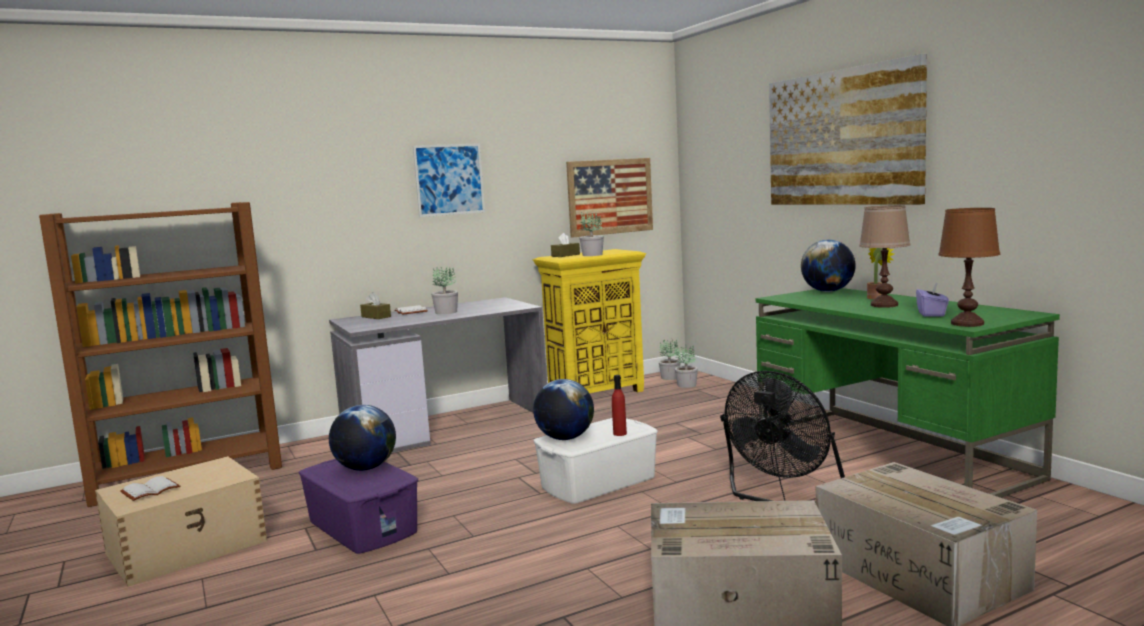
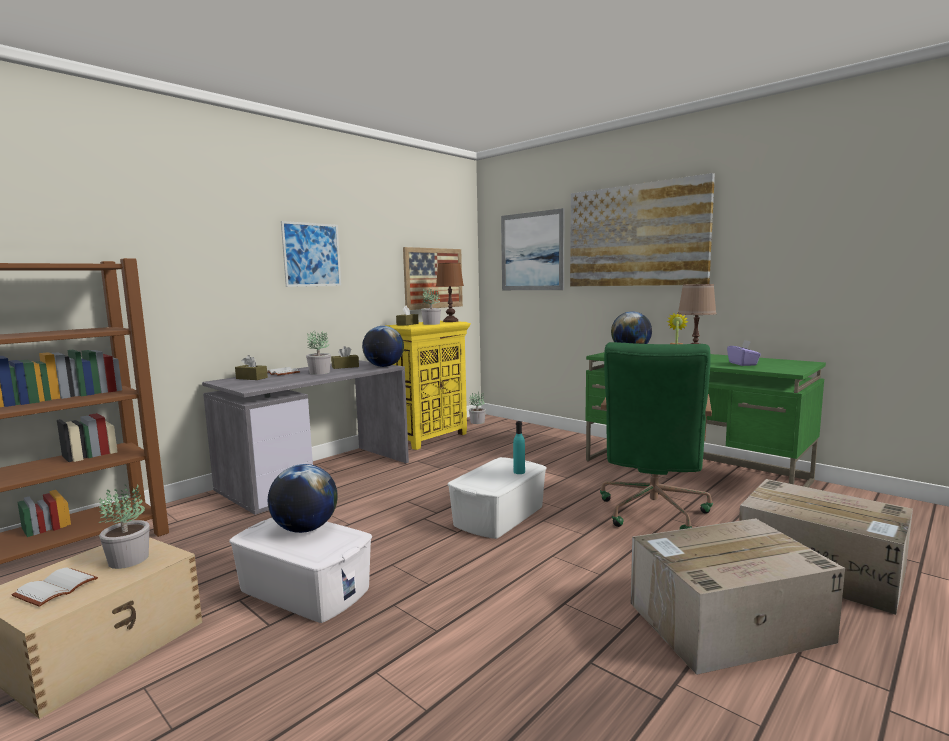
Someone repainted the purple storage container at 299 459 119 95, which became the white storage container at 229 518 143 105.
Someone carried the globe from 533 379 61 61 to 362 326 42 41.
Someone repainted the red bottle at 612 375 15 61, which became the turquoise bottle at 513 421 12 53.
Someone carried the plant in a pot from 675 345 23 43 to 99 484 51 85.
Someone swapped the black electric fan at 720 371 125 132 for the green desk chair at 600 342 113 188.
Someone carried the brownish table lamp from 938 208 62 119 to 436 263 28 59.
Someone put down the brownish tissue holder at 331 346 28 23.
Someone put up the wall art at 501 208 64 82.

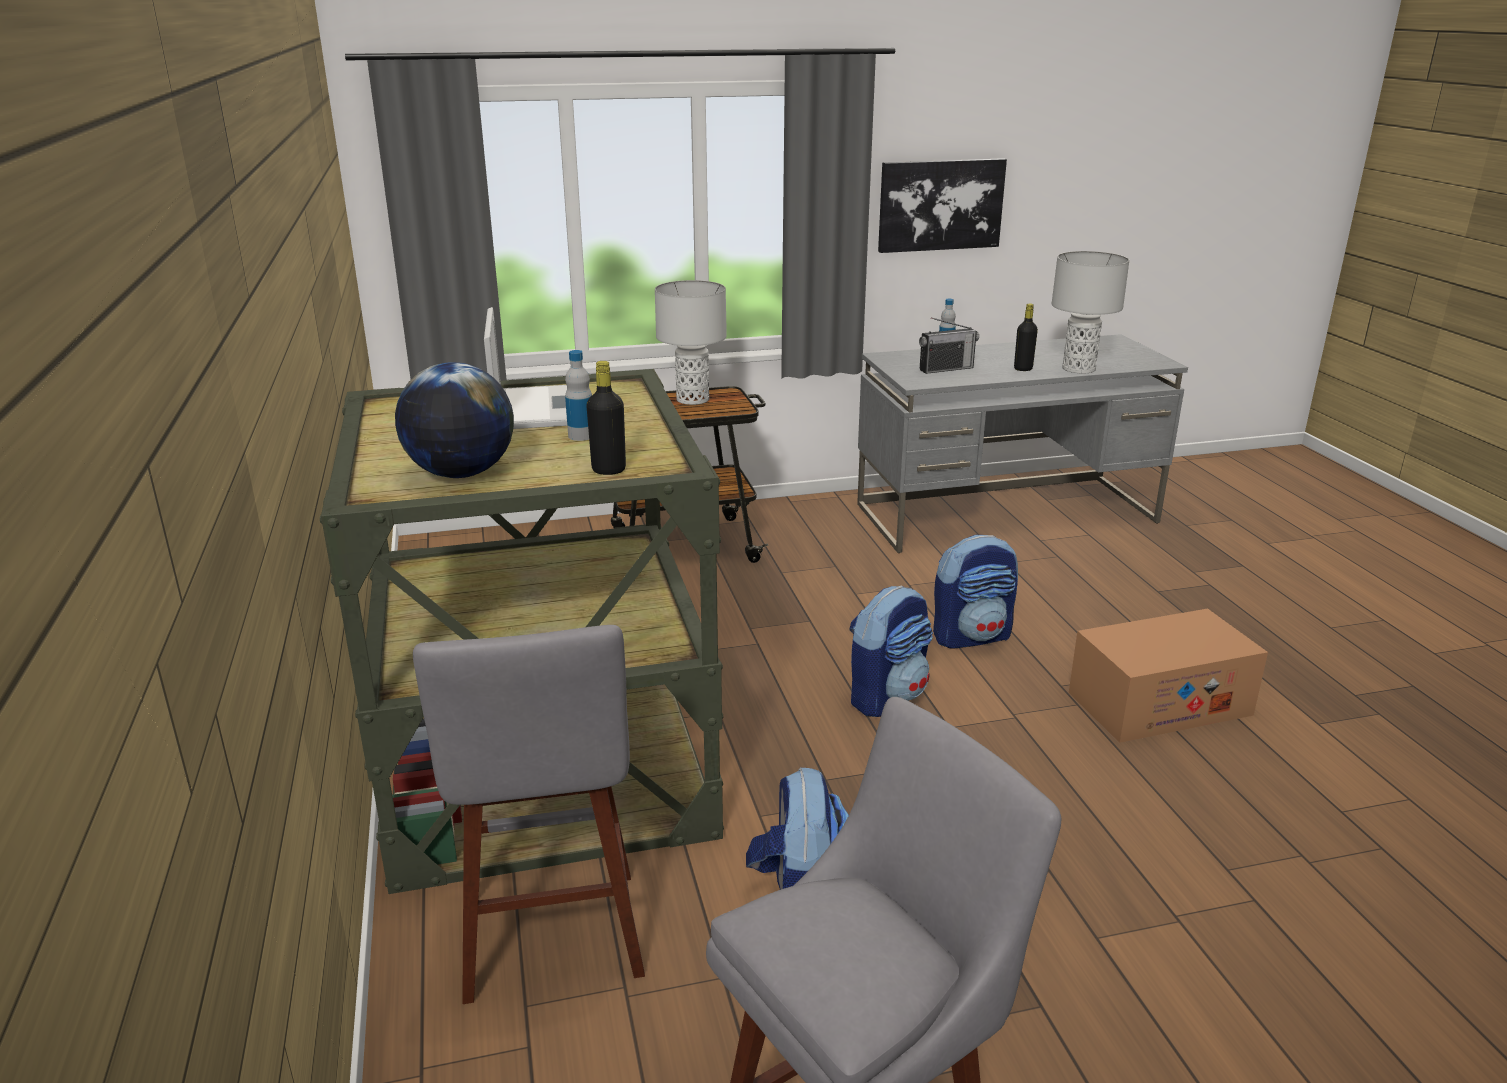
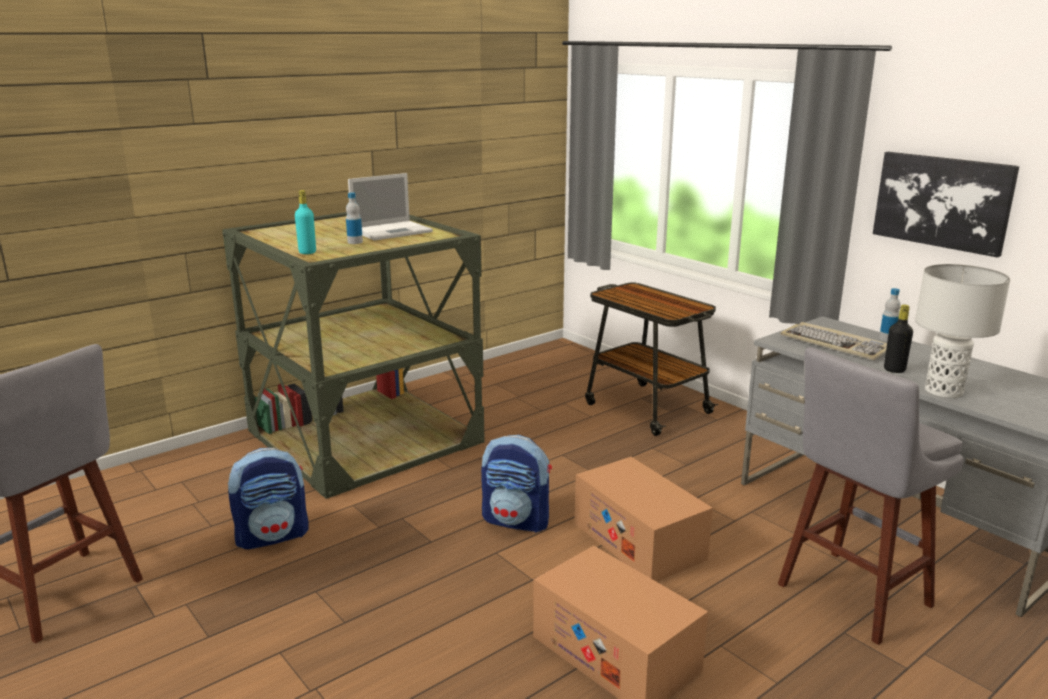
Someone took away the globe at 395 362 119 116.
Someone carried the greyish stool seat from 413 625 232 379 to 778 347 186 298.
Someone repainted the black bottle at 586 361 40 114, which became the turquoise bottle at 295 190 21 64.
Someone took away the white table lamp at 655 280 72 125.
Someone swapped the radio set at 919 317 60 57 for the keyboard at 780 322 107 38.
Someone swapped the rucksack at 933 535 85 114 for the cardboard box at 575 457 138 125.

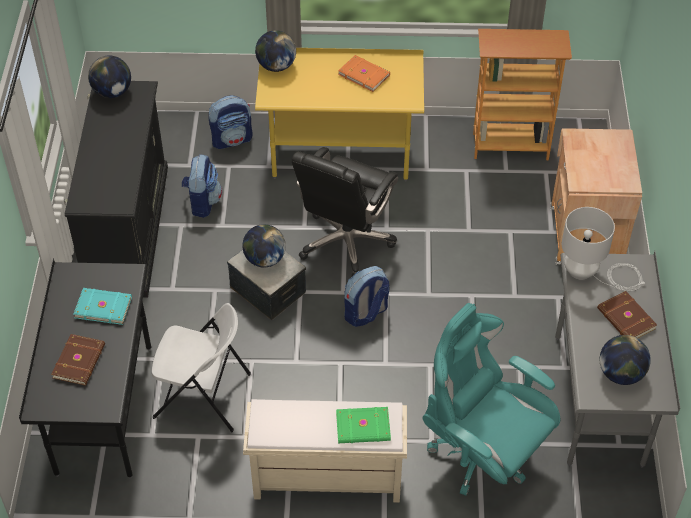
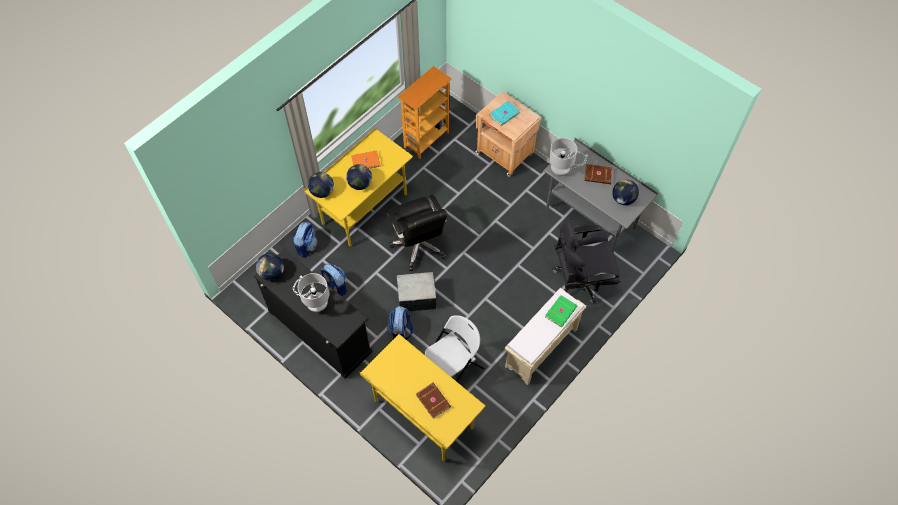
Someone repainted the black desk table at 19 258 132 220, which became the yellow desk table at 359 334 127 127.
Someone carried the turquoise book from 74 288 58 37 to 489 101 31 25.
Someone carried the globe from 242 224 44 44 to 346 164 26 26.
Someone carried the rucksack from 344 266 46 61 to 387 306 26 34.
Someone repainted the turquoise desk chair at 423 303 137 193, which became the black desk chair at 552 218 68 86.
Someone put down the greyish table lamp at 293 273 36 39.

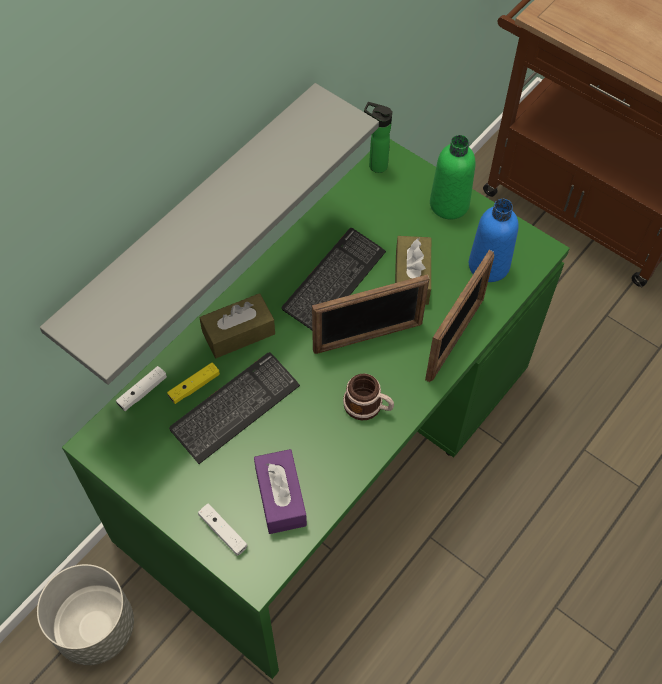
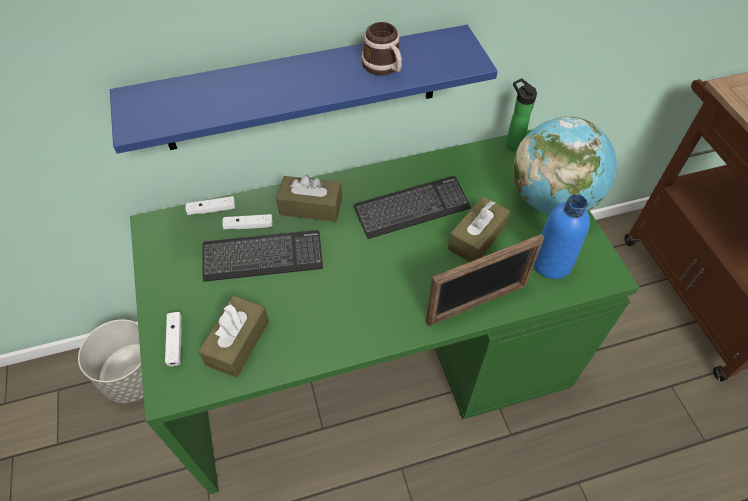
Someone repainted the greyish shelf at 40 83 339 302, which became the blue shelf at 110 25 388 129.
Someone repainted the yellow gamepad at 167 363 53 41, which became the white gamepad at 222 214 51 15.
Someone repainted the purple tissue holder at 254 449 53 85, which became the brownish tissue holder at 199 296 70 82.
Someone took away the standing frame at 312 274 117 80.
Someone carried the coffee mug from 343 373 51 47 to 362 22 40 54.
Someone swapped the green bottle at 430 135 46 84 for the globe at 513 117 104 98.

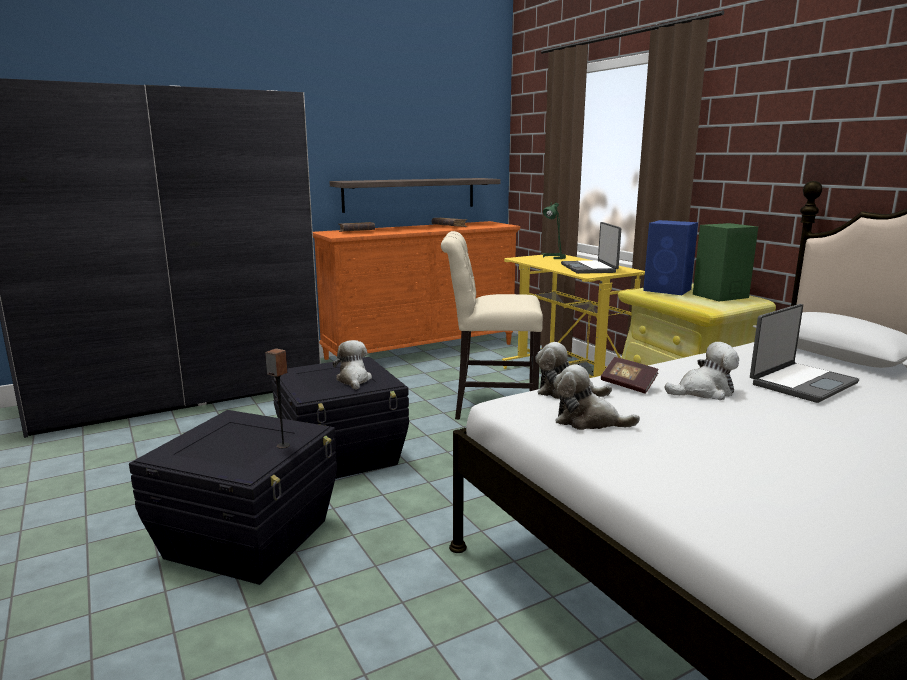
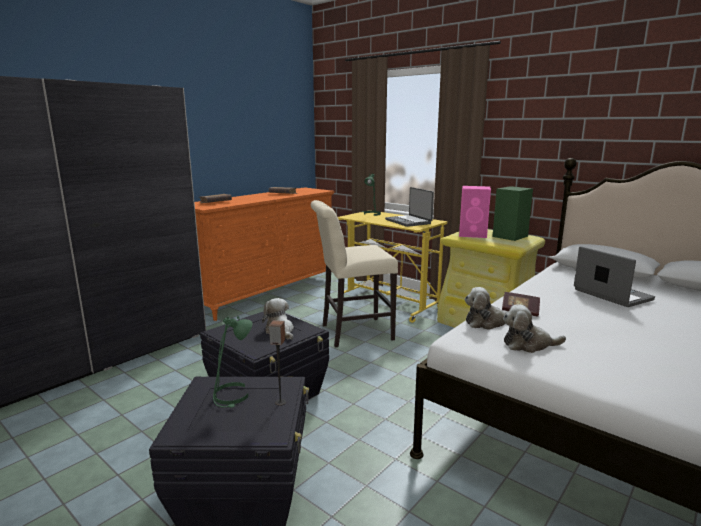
Someone took away the shelf at 329 178 172 35.
Someone repainted the blue audio speaker at 643 220 55 75, which became the pinkish audio speaker at 459 186 32 52.
Someone took away the soft toy at 664 342 75 58.
Someone rotated the portable computer at 750 304 109 99 by 60 degrees counterclockwise.
Someone put down the green table lamp at 213 316 40 92.

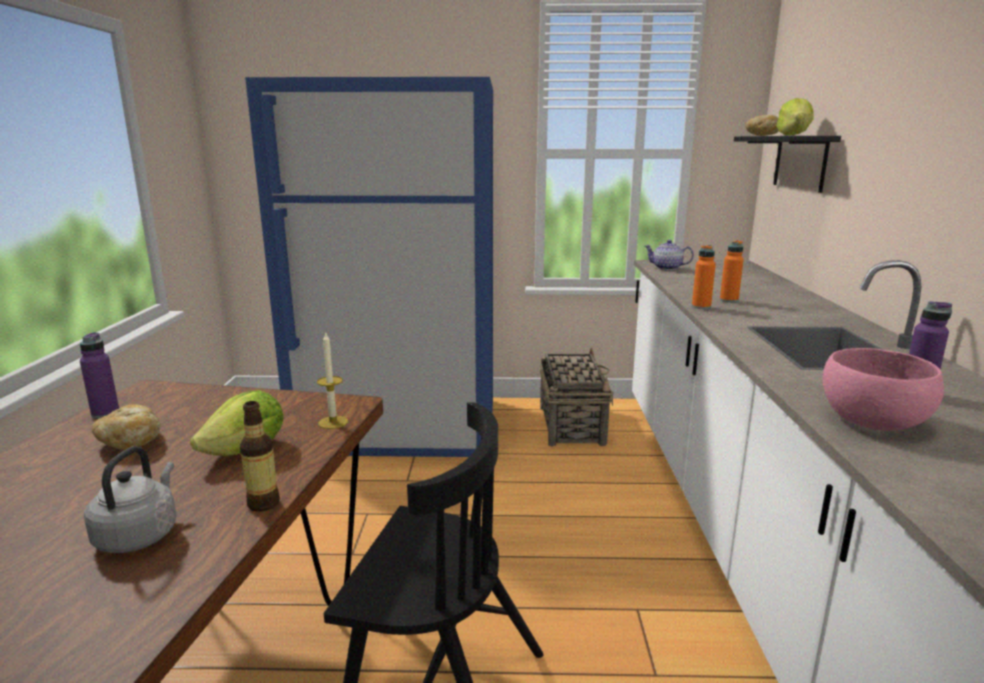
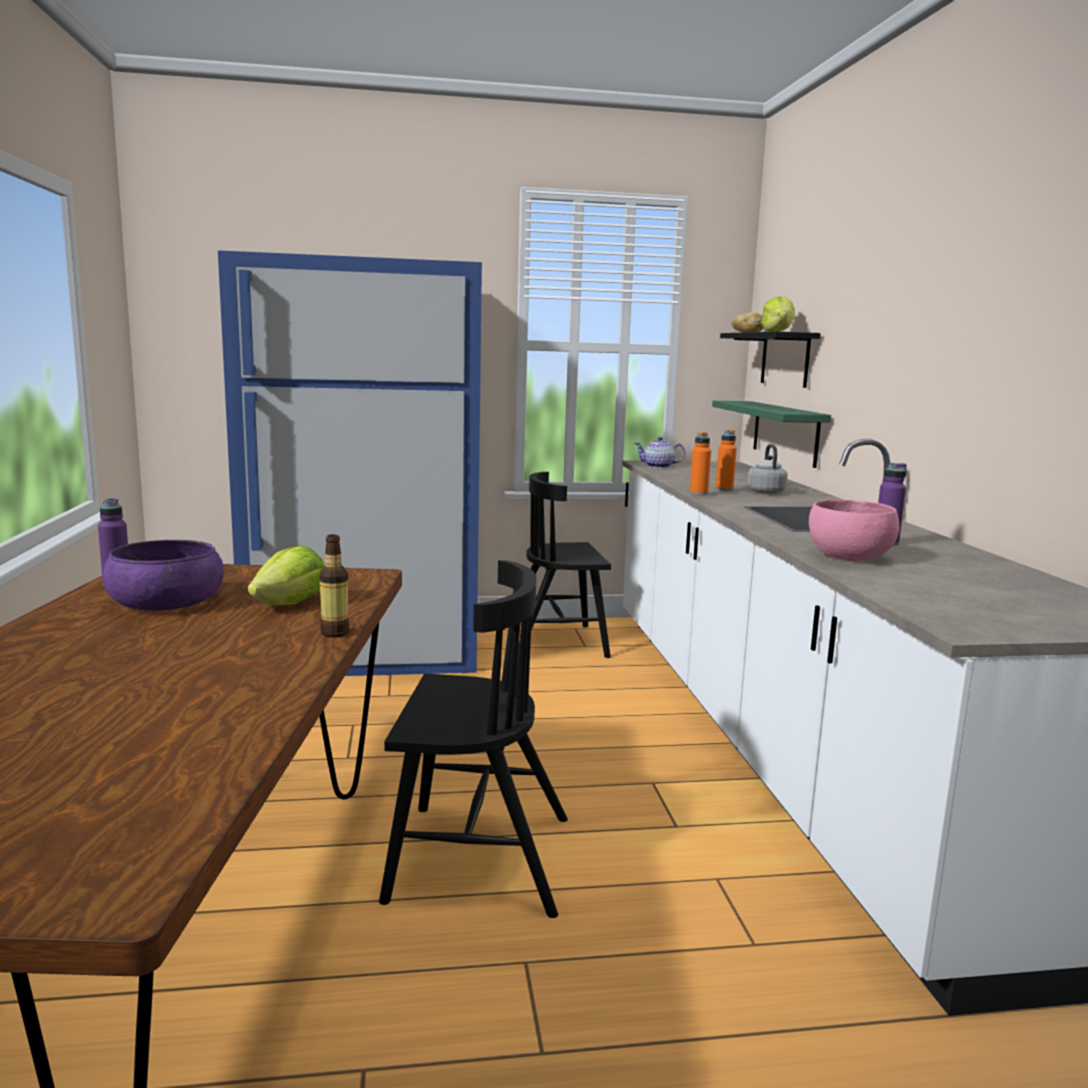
Someone carried the greyish water kettle from 84 446 93 107 to 747 444 41 50.
Someone swapped the bakery bread at 92 404 69 46 for the purple deep dish at 103 540 121 70.
Someone took away the wax light at 317 331 31 98.
Someone swapped the basket at 540 347 74 99 for the black plain chair at 503 472 108 186.
Someone put up the green shelf at 712 401 119 67.

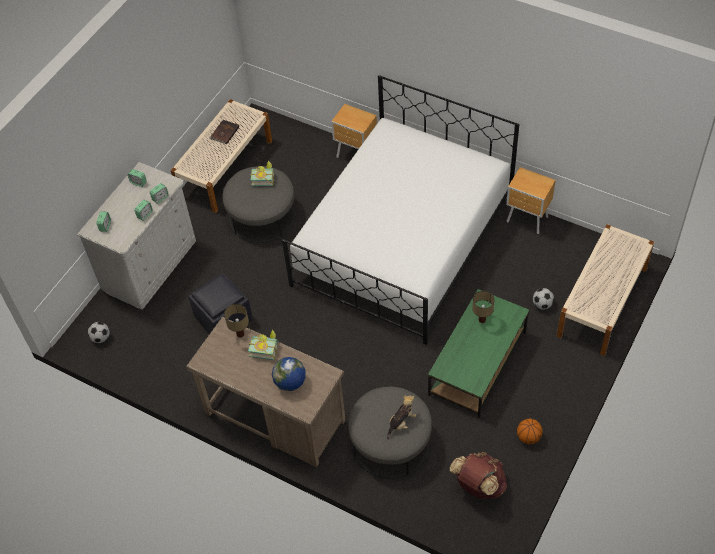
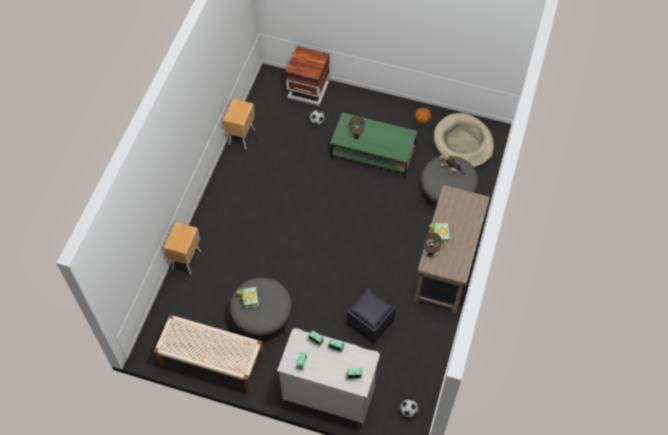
Someone took away the brownish book at 209 120 30 24.
Someone took away the globe at 272 357 34 34.
Someone took away the white bedroom bed at 282 75 238 270.
Someone swapped the brownish rucksack at 450 452 57 47 for the beige-coloured dog cushion at 434 113 60 54.
Someone swapped the beige-coloured long seat at 556 224 98 132 for the bedside table at 286 46 44 60.

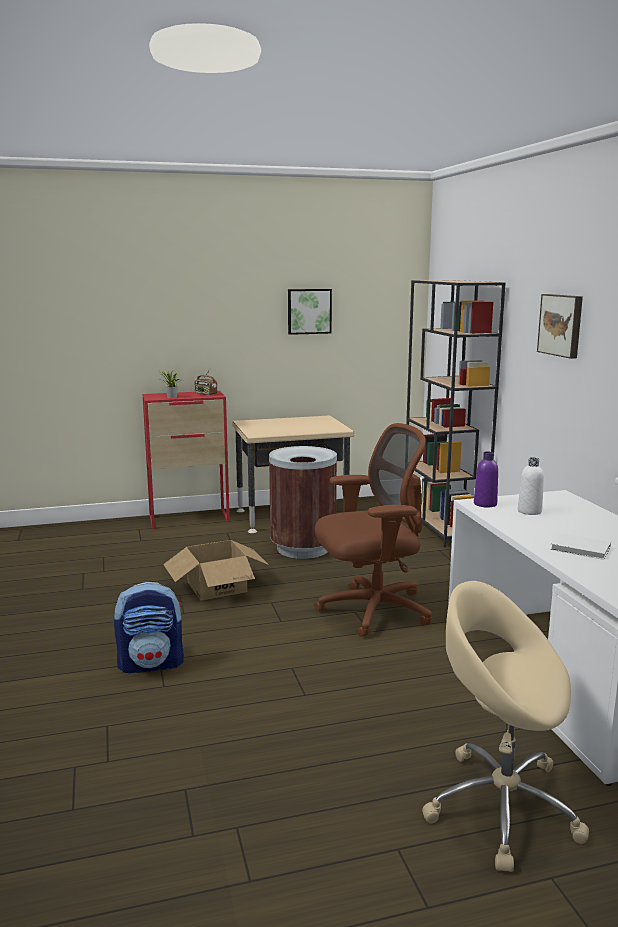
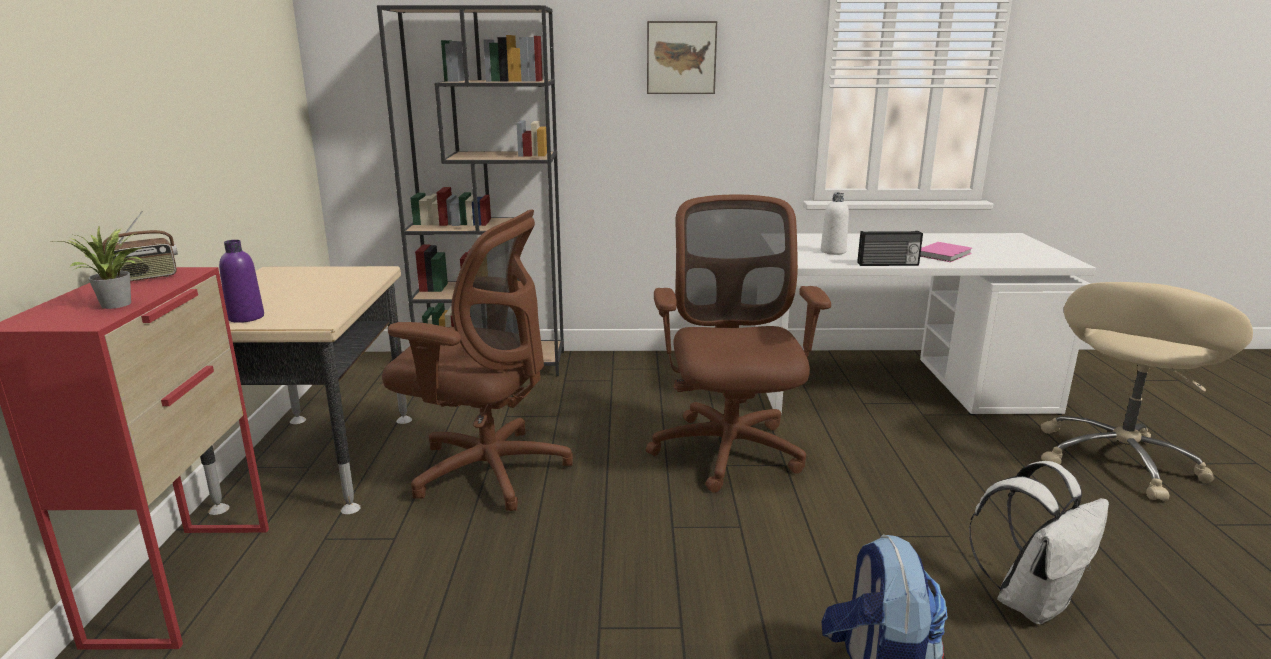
Someone took away the cardboard box at 163 540 106 61.
Someone swapped the brownish trash can at 269 446 68 113 for the brownish desk chair at 382 210 191 301.
Someone took away the wall art at 288 289 44 46.
Someone carried the purple bottle from 474 452 24 55 to 219 240 45 83.
Someone repainted the white book at 550 532 61 28, which became the pinkish book at 920 242 52 20.
Someone put down the radio set at 857 231 66 35.
Someone put down the white rucksack at 969 461 140 163.

